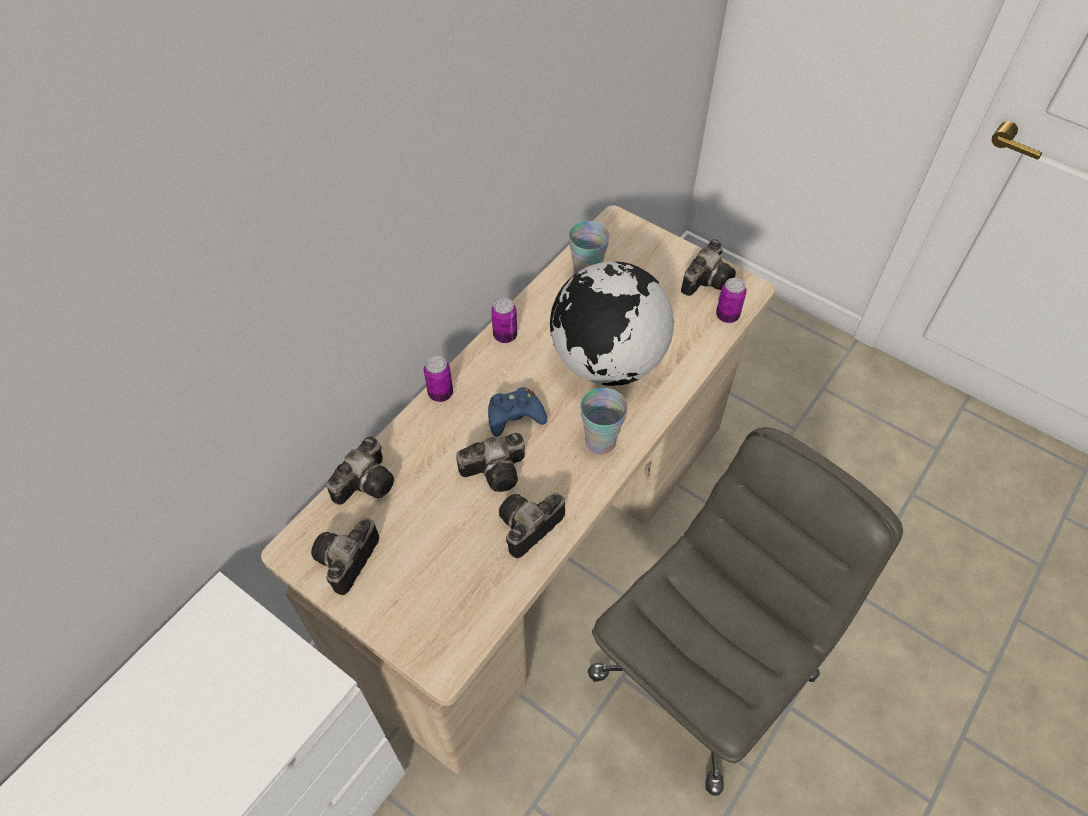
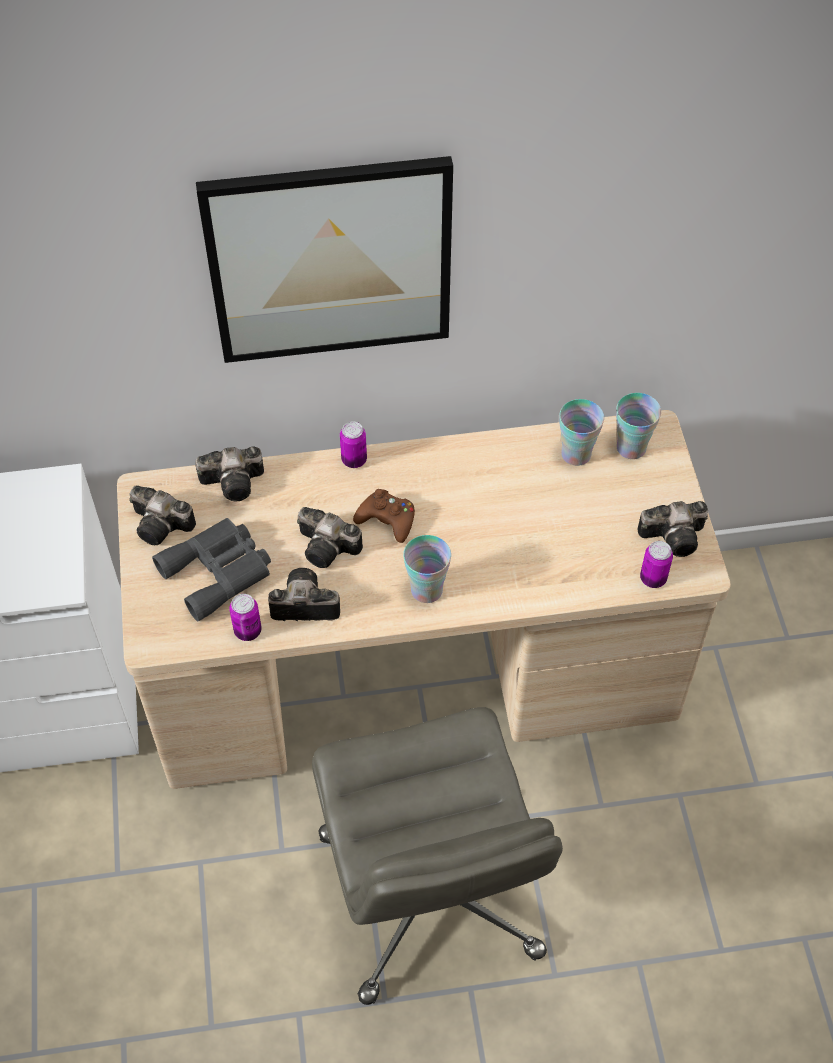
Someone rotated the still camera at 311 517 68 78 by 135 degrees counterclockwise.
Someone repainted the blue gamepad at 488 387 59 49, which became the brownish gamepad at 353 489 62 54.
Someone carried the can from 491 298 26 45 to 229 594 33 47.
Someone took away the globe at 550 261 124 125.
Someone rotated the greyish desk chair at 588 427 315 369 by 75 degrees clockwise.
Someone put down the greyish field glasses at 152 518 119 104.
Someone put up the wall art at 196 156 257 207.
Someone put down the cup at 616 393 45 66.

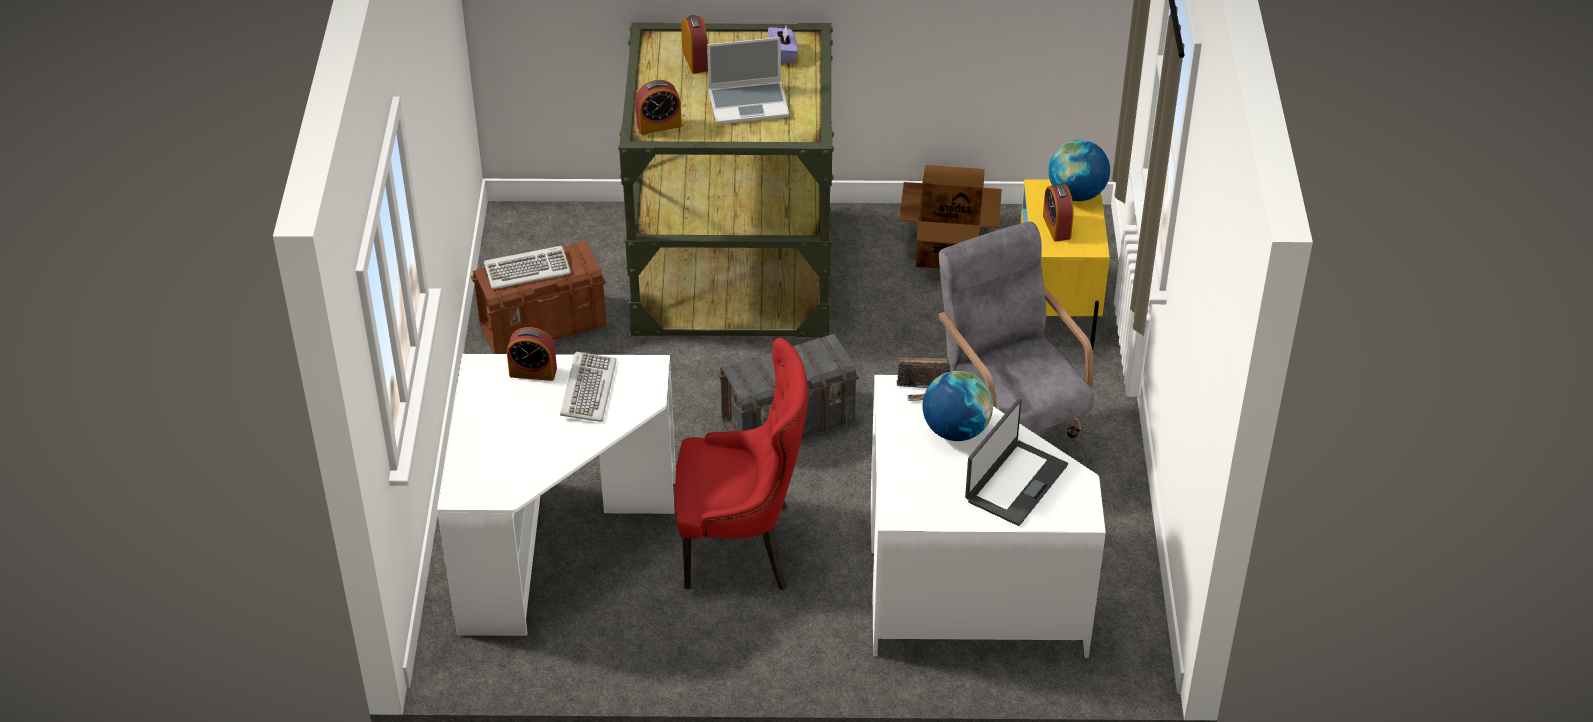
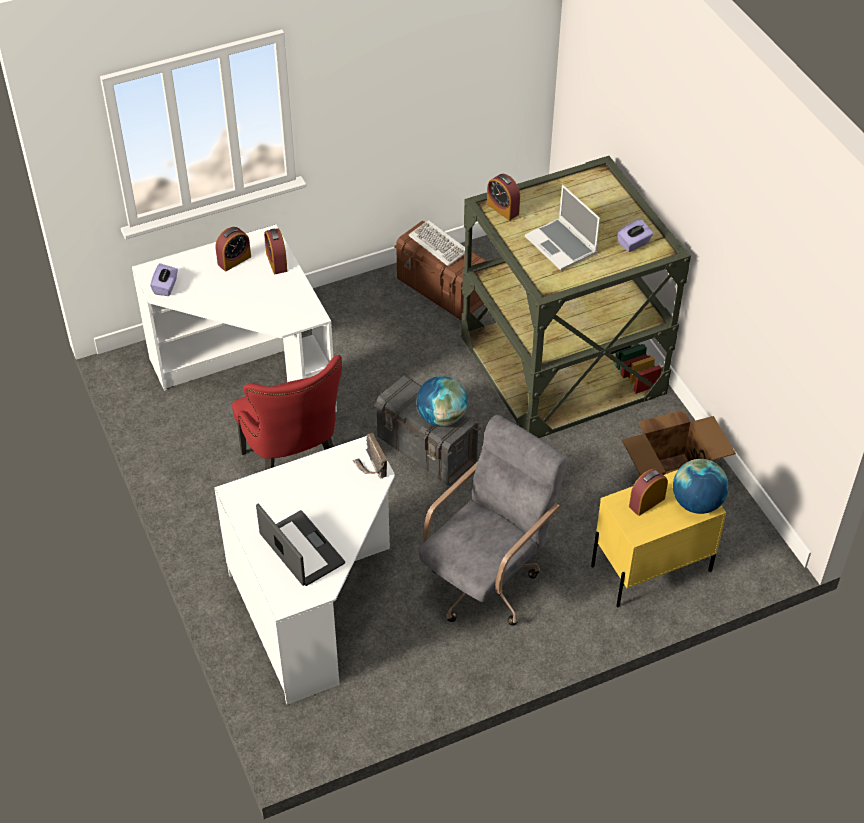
Someone took away the keyboard at 560 352 57 70.
Someone carried the table clock from 681 15 27 59 to 215 227 36 44.
Someone carried the globe from 923 371 70 70 to 417 376 51 51.
Someone rotated the portable computer at 965 399 103 127 by 135 degrees counterclockwise.
Someone put down the purple tissue holder at 150 263 28 33.

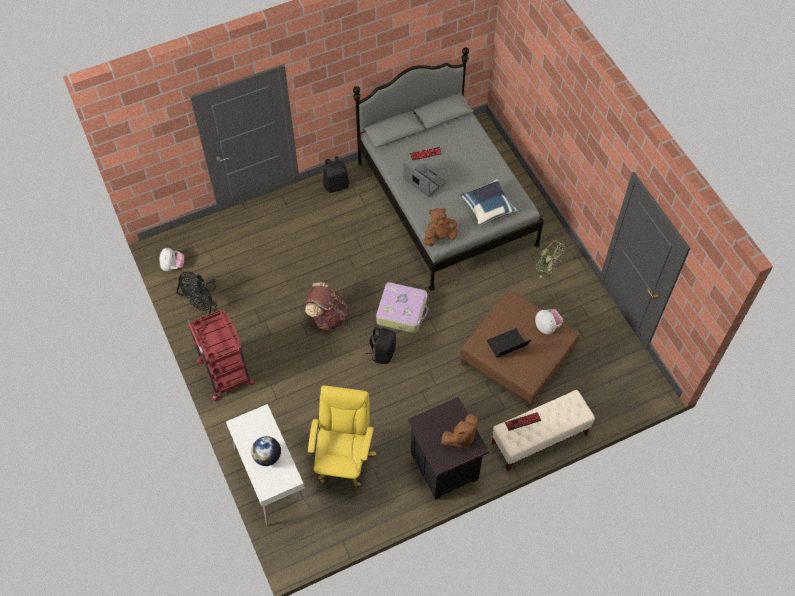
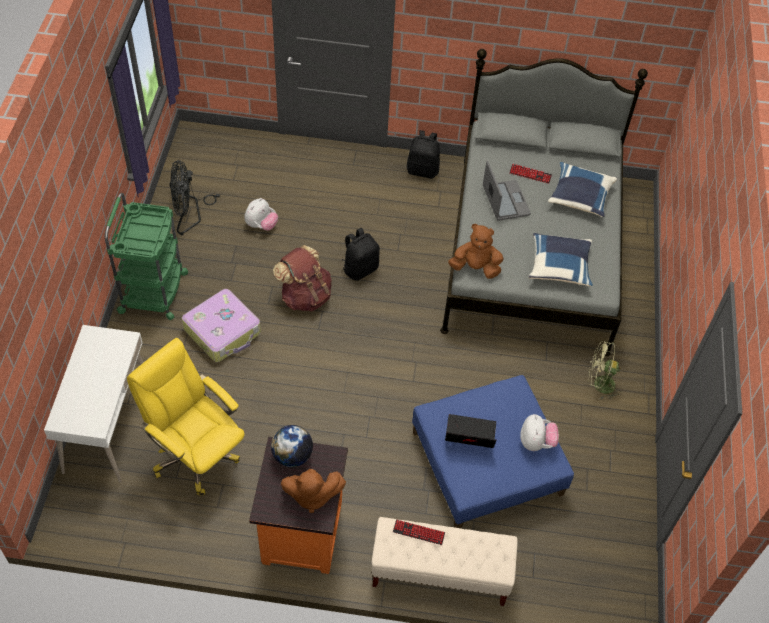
Someone carried the soft toy from 159 248 25 23 to 245 198 33 33.
Someone repainted the red cart at 187 310 68 91, which became the green cart at 105 193 83 127.
Someone carried the globe from 251 436 30 30 to 271 425 42 42.
Someone rotated the yellow desk chair at 308 386 68 102 by 90 degrees counterclockwise.
Someone carried the black rucksack from 366 327 30 37 to 342 228 38 53.
Someone carried the piece of luggage from 376 282 53 51 to 182 289 79 73.
Someone repainted the black cabinet at 408 397 81 103, which became the orange-coloured cabinet at 249 437 99 137.
Someone repainted the brownish ottoman at 460 290 120 118, which became the blue ottoman at 412 375 162 153.
Someone rotated the green electric fan at 535 240 29 38 by 120 degrees clockwise.
Someone put down the blue pillow at 548 162 69 55.

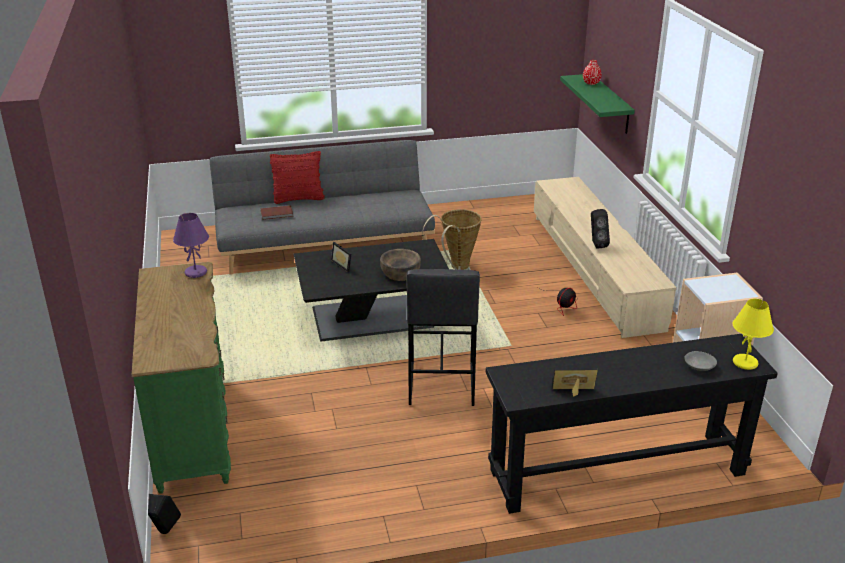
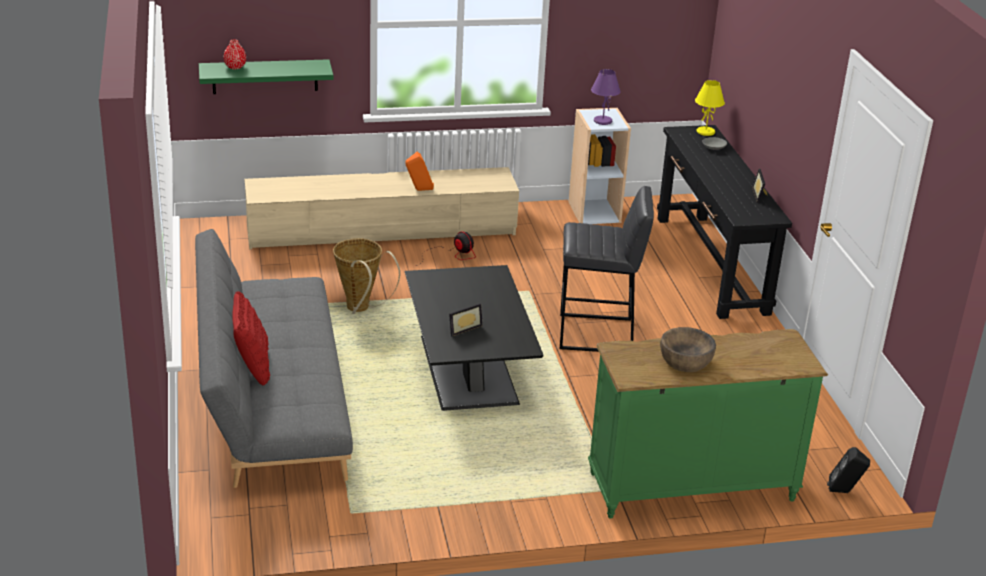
Someone carried the purple table lamp from 173 213 36 65 to 591 69 30 56.
Someone took away the brownish book at 261 205 32 15.
Someone carried the brownish deep dish from 380 249 41 32 to 660 327 56 45.
Someone repainted the black audio speaker at 591 209 19 40, which became the orange-coloured audio speaker at 405 152 29 39.

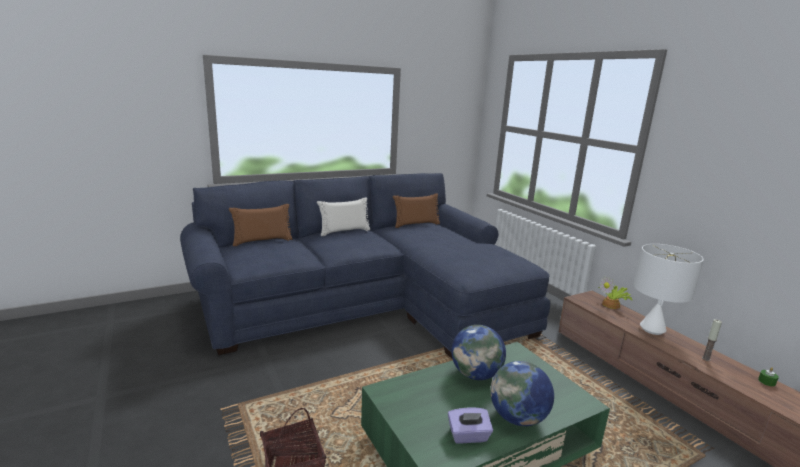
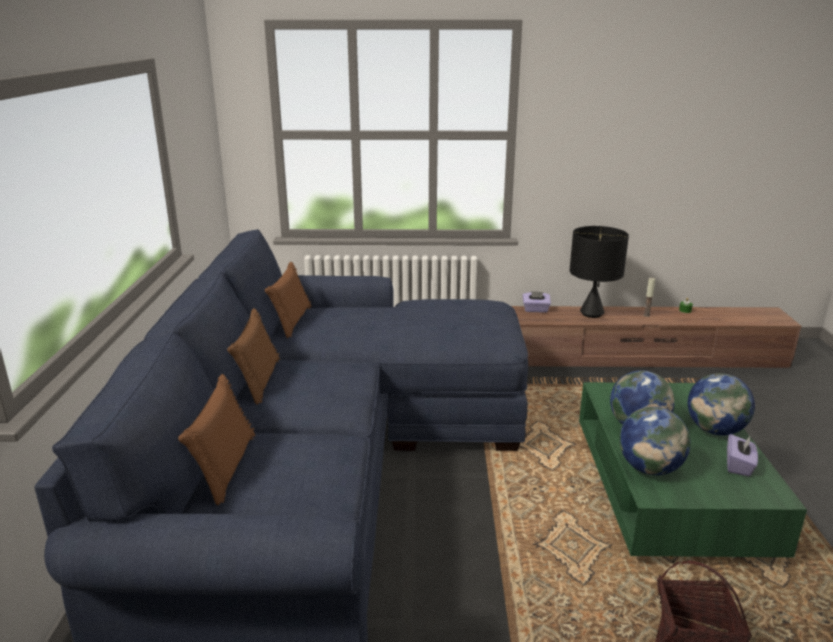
Someone repainted the white pillow at 317 197 53 39, which became the brownish pillow at 227 308 53 97.
Someone swapped the plant in a pot at 599 277 33 32 for the purple tissue holder at 522 291 29 22.
Someone repainted the white table lamp at 633 244 71 91, which became the black table lamp at 570 226 59 92.
Someone put down the globe at 619 407 72 68.

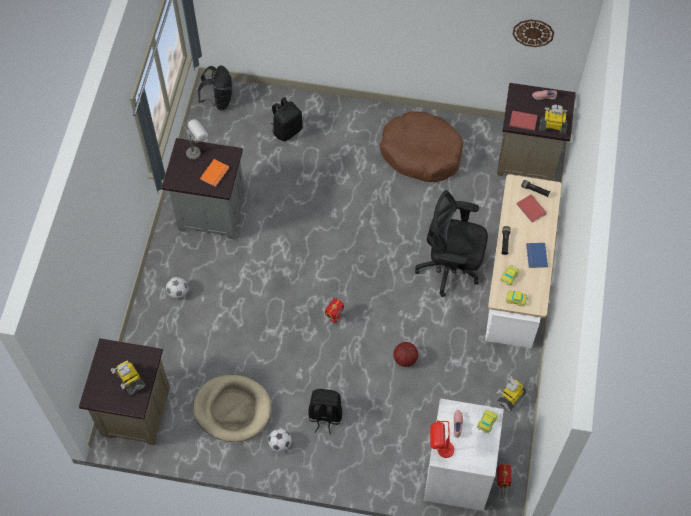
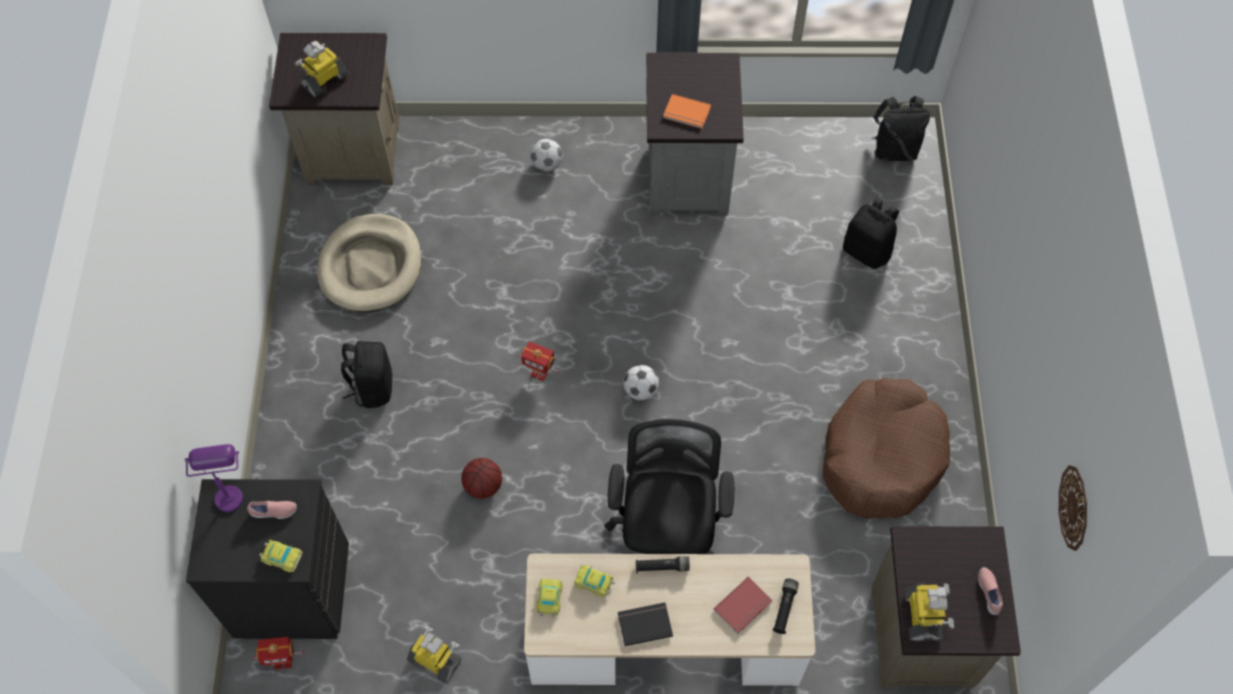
Someone took away the greyish table lamp at 183 119 25 41.
Someone carried the ball for football from 268 428 23 24 to 624 365 35 36.
Someone repainted the white dresser at 424 398 80 113, which became the black dresser at 186 479 163 160.
Someone repainted the red table lamp at 430 420 24 38, which became the purple table lamp at 185 444 58 68.
Someone took away the red book at 509 111 29 20.
Someone repainted the blue book at 526 243 22 25, which became the black book at 618 602 55 44.

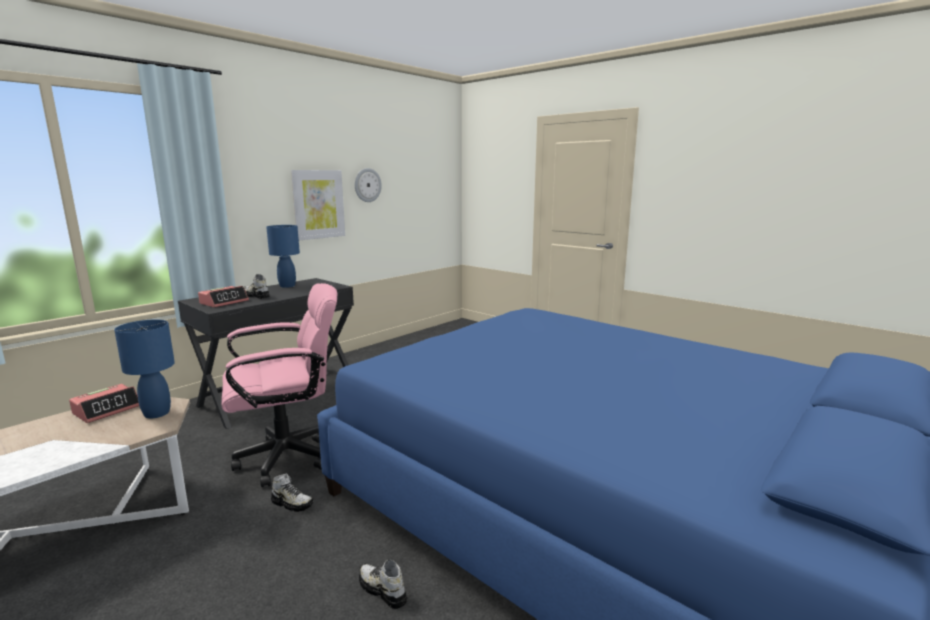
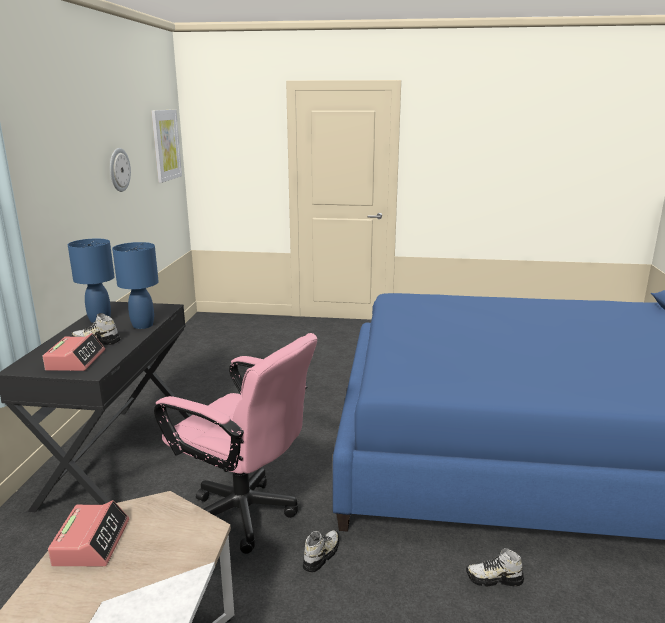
Someone carried the blue table lamp from 114 320 61 98 to 112 242 47 87.
Someone rotated the pinkish desk chair at 221 283 116 204 by 90 degrees clockwise.
Someone rotated the item of footwear at 271 473 42 39 by 45 degrees counterclockwise.
Someone carried the wall art from 291 170 54 70 to 151 110 31 73.

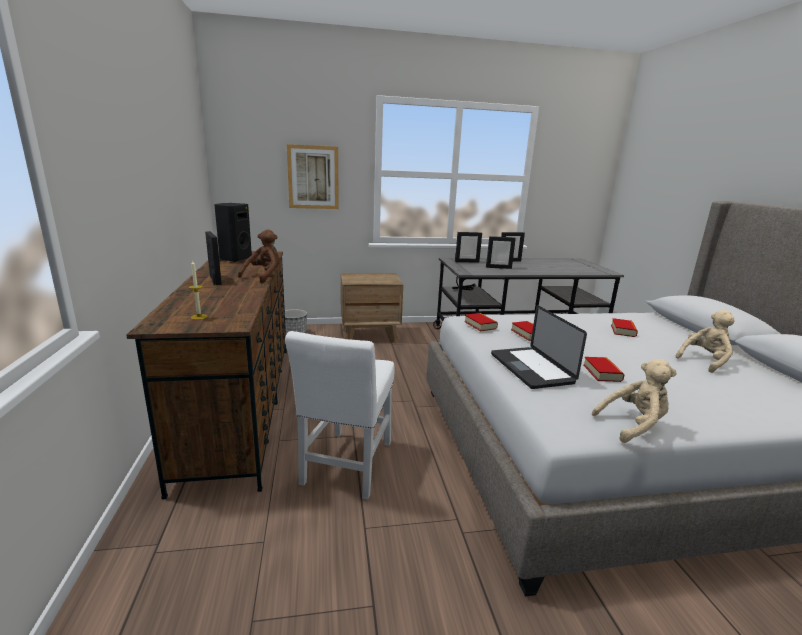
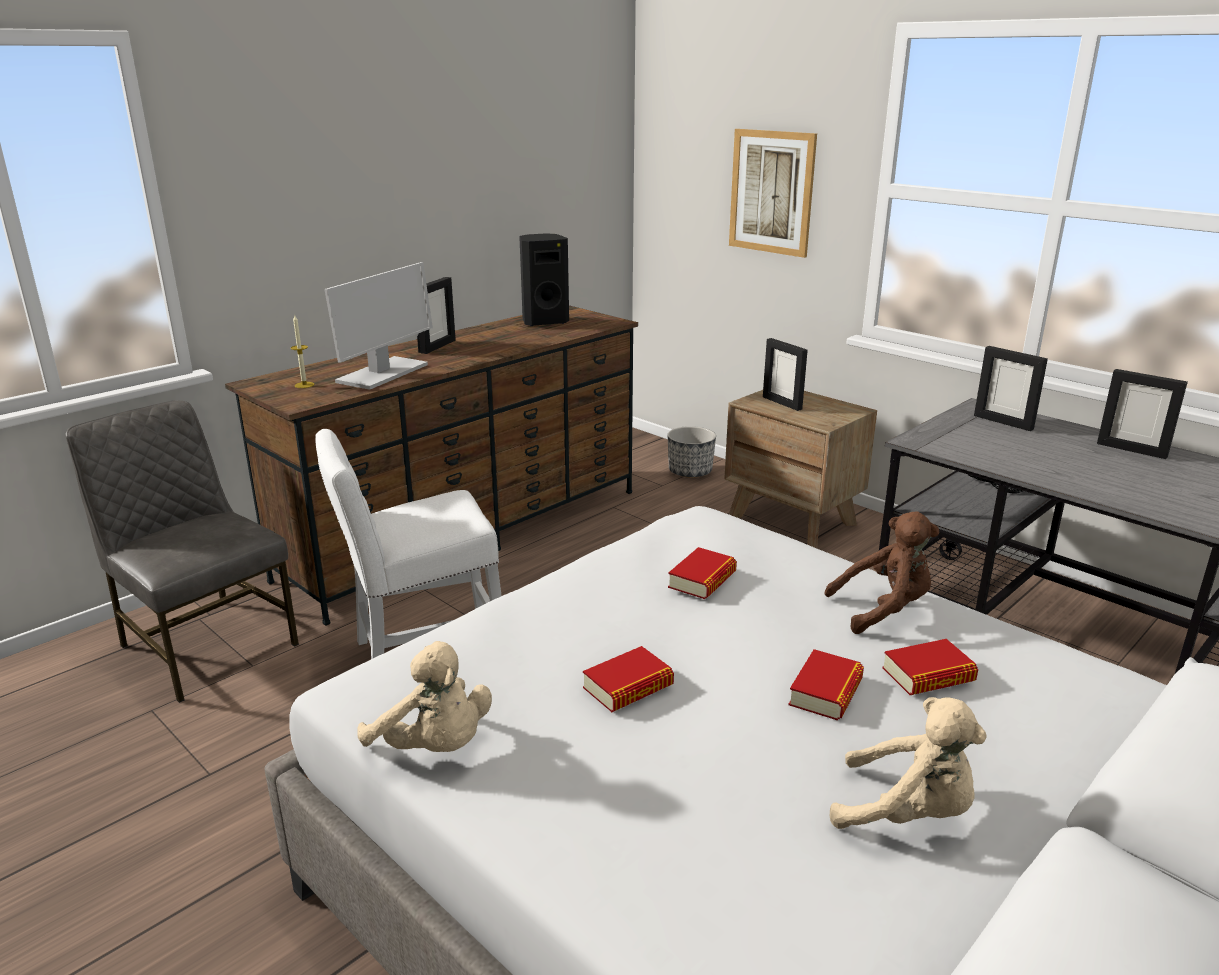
Someone carried the brownish soft toy from 238 229 42 54 to 824 512 116 122.
Someone carried the book from 464 313 34 19 to 788 649 76 71.
Someone carried the standing frame from 486 236 30 33 to 763 338 45 73.
Someone took away the portable computer at 491 305 96 84.
Someone put down the greyish plain chair at 66 400 233 303.
Someone put down the computer display at 324 262 109 128.

